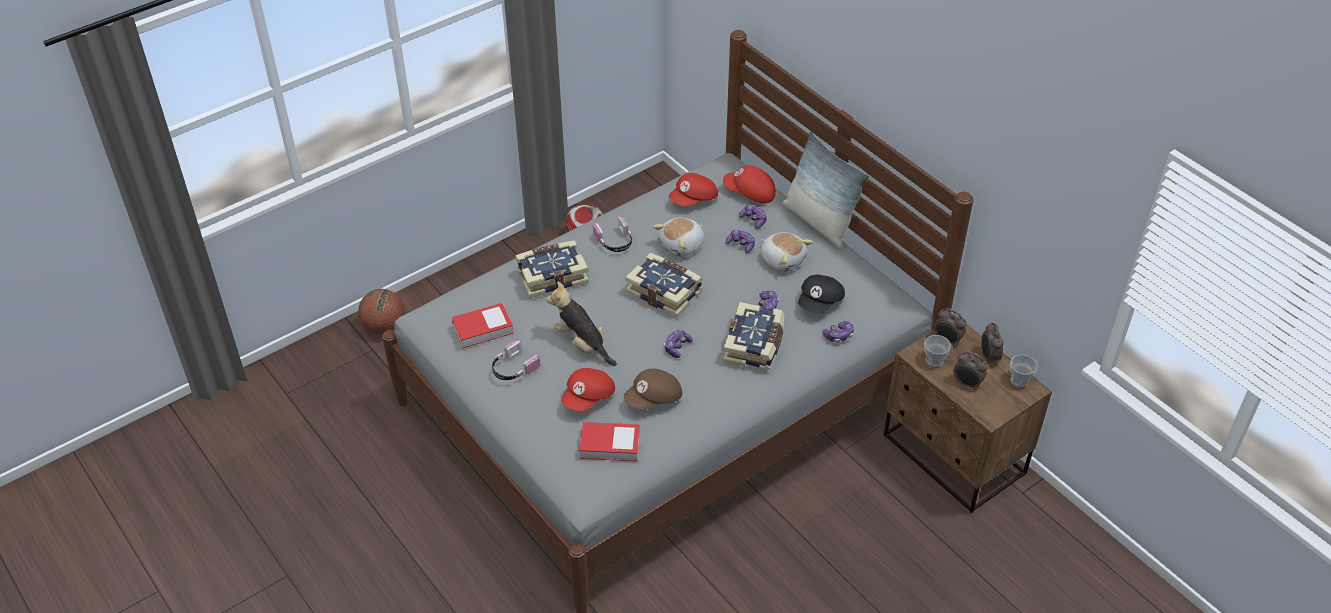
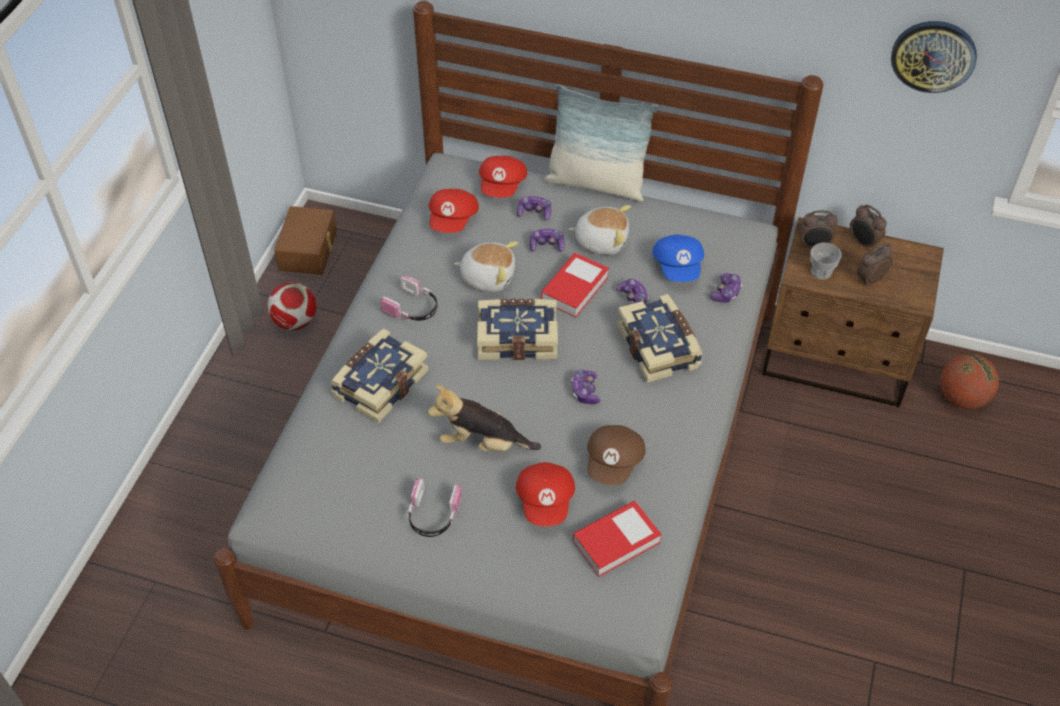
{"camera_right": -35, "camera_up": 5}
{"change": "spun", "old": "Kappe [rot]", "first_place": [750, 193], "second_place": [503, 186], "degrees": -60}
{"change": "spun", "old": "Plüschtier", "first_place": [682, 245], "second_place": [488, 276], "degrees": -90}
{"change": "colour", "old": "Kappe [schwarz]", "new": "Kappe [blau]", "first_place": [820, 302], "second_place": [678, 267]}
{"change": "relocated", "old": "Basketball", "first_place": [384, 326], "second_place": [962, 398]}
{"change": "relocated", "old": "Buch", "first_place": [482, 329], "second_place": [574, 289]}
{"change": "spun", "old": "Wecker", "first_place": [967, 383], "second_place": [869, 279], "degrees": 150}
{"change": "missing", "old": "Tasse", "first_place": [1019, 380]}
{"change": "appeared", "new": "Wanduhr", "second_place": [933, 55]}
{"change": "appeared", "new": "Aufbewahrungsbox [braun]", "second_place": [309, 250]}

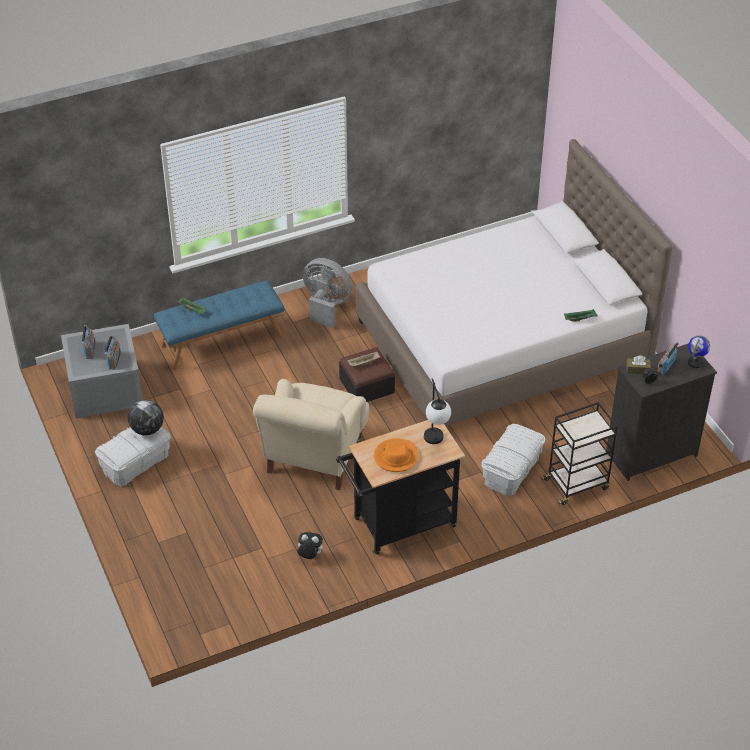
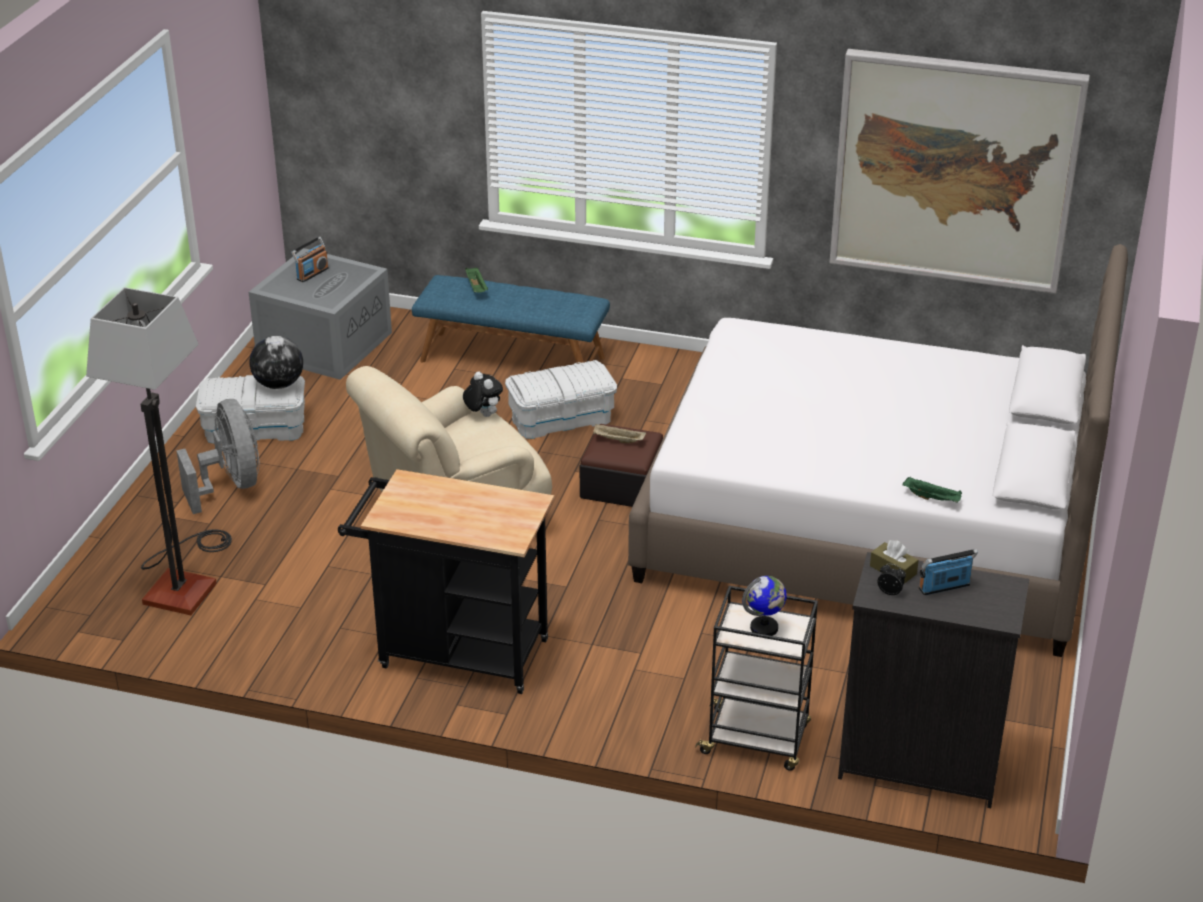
{"camera_right": 40, "camera_up": -10}
{"change": "relocated", "old": "Ventilator [grau]", "first_place": [326, 306], "second_place": [230, 485]}
{"change": "missing", "old": "Radio", "first_place": [114, 360]}
{"change": "relocated", "old": "Globus", "first_place": [695, 363], "second_place": [764, 628]}
{"change": "missing", "old": "Tischlampe", "first_place": [435, 443]}
{"change": "relocated", "old": "Aufbewahrungsbox [weiß]", "first_place": [512, 471], "second_place": [561, 419]}
{"change": "missing", "old": "Hut [orange]", "first_place": [396, 457]}
{"change": "relocated", "old": "Plüschtier", "first_place": [309, 556], "second_place": [483, 414]}
{"change": "appeared", "new": "Bild", "second_place": [954, 170]}
{"change": "appeared", "new": "Stehlampe", "second_place": [184, 581]}

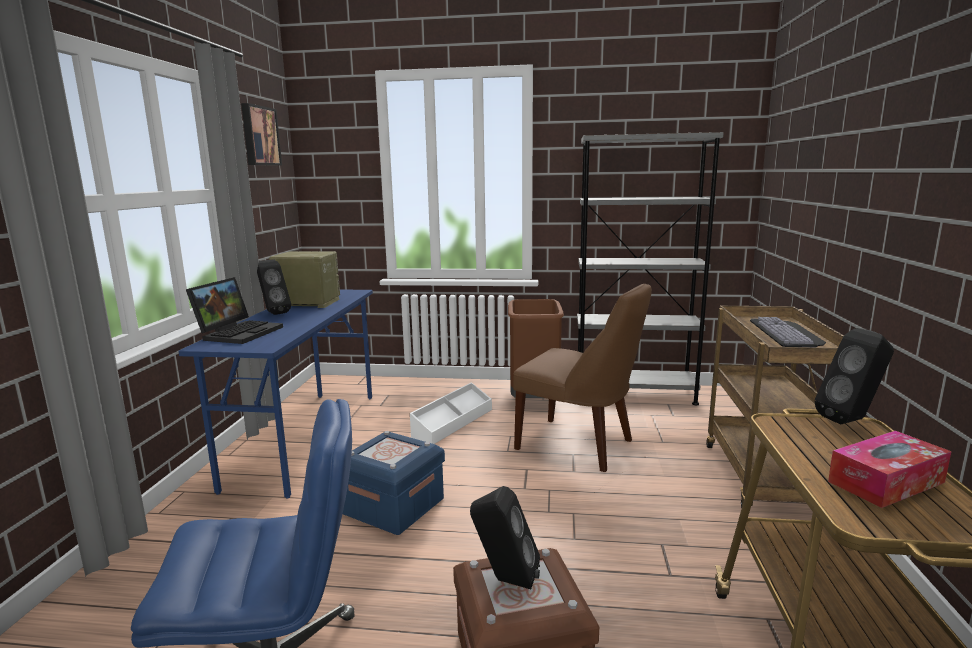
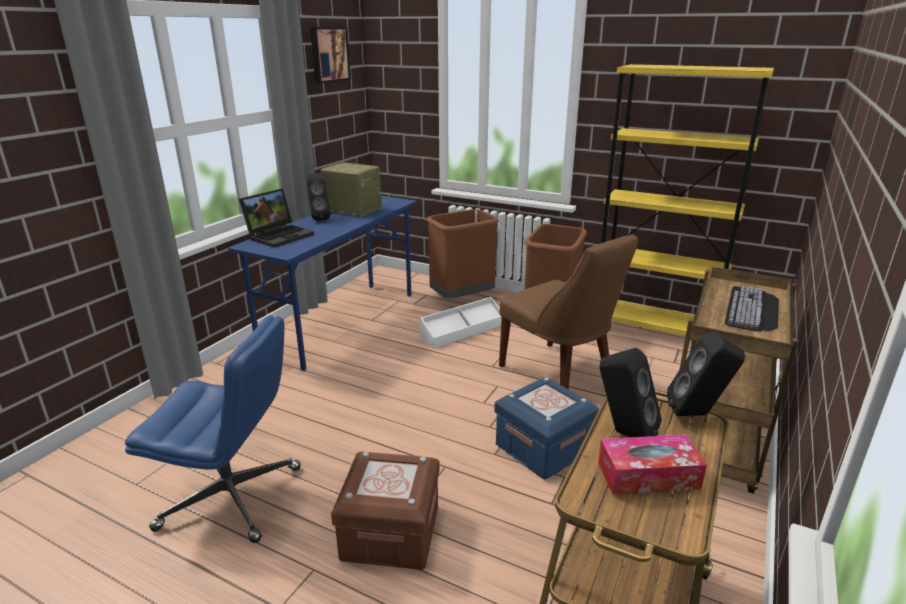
{"camera_right": 20, "camera_up": 10}
{"change": "colour", "old": "Bücherregal [grau]", "new": "Bücherregal [gelb]", "first_place": [634, 393], "second_place": [652, 332]}
{"change": "relocated", "old": "Aufbewahrungsbox [blau]", "first_place": [393, 506], "second_place": [543, 447]}
{"change": "relocated", "old": "Lautsprecher [schwarz]", "first_place": [505, 580], "second_place": [623, 433]}
{"change": "appeared", "new": "Mülleimer [braun]", "second_place": [462, 298]}

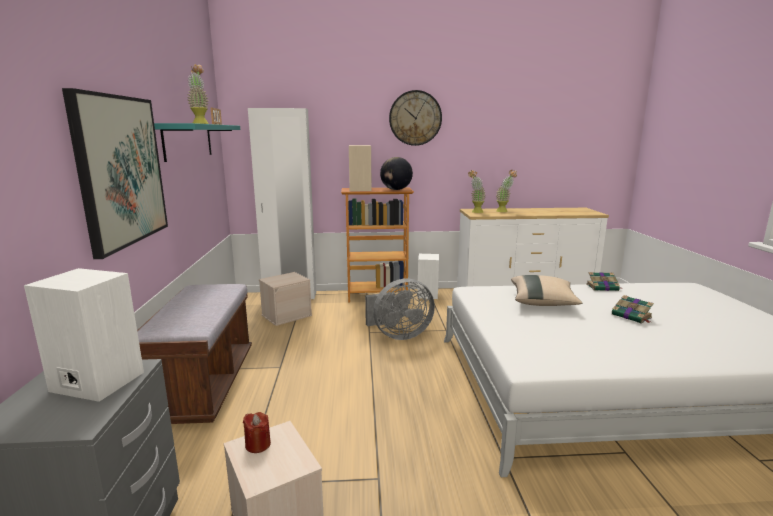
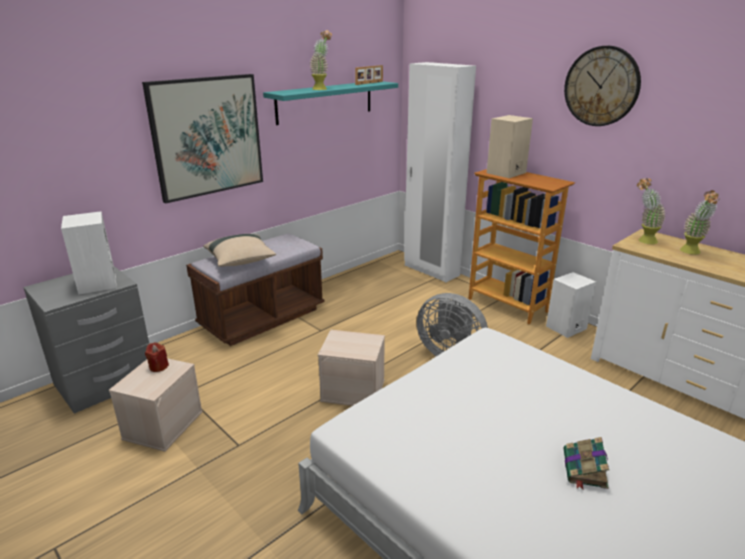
{"camera_right": 50, "camera_up": 10}
{"change": "missing", "old": "Globus", "first_place": [396, 189]}
{"change": "relocated", "old": "Aufbewahrungsbox [beige]", "first_place": [287, 315], "second_place": [354, 390]}
{"change": "missing", "old": "Buch", "first_place": [603, 287]}
{"change": "relocated", "old": "Kissen [beige]", "first_place": [542, 302], "second_place": [240, 261]}

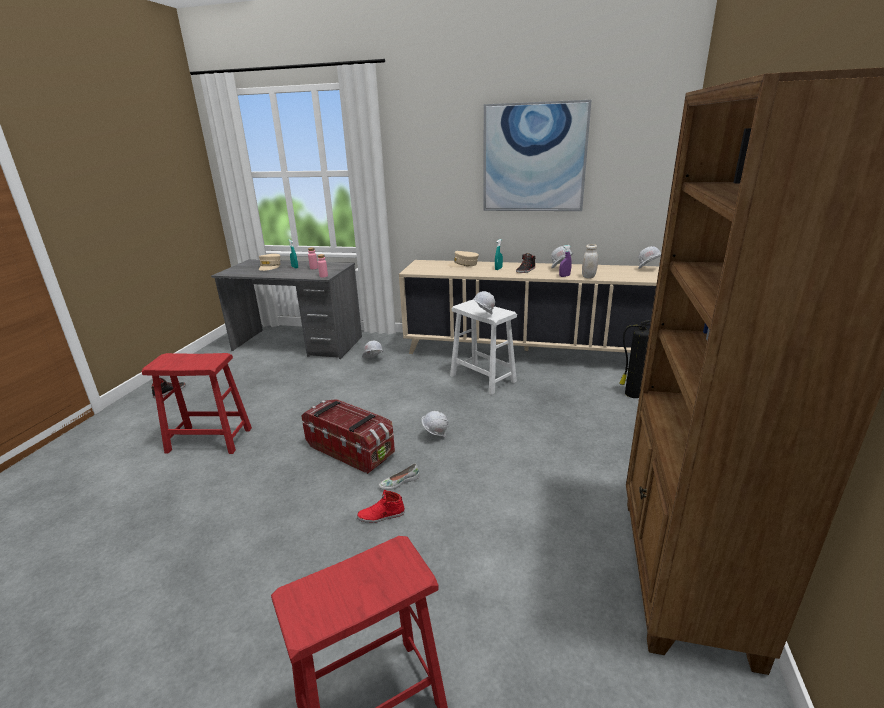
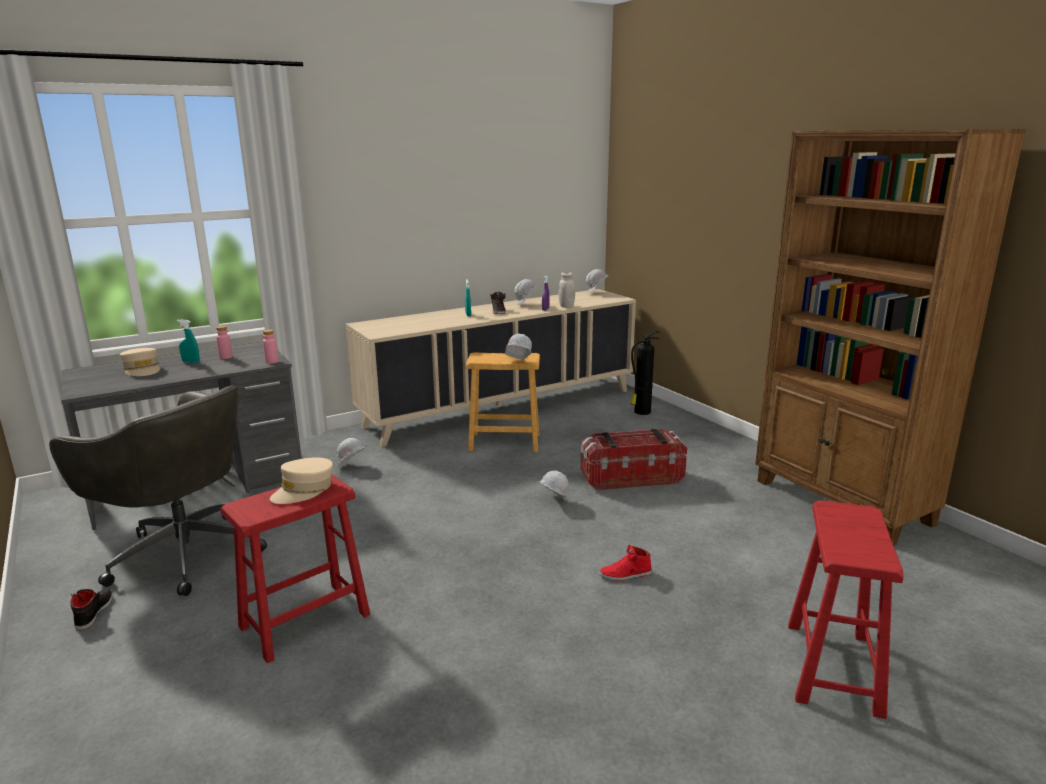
{"camera_right": -45, "camera_up": -5}
{"change": "missing", "old": "Bild", "first_place": [534, 158]}
{"change": "relocated", "old": "Kappe [beige]", "first_place": [463, 265], "second_place": [304, 490]}
{"change": "colour", "old": "Hocker [weiß]", "new": "Hocker [braun]", "first_place": [482, 378], "second_place": [504, 442]}
{"change": "relocated", "old": "Aufbewahrungsbox", "first_place": [351, 450], "second_place": [630, 477]}
{"change": "missing", "old": "Schuh [weiß]", "first_place": [399, 482]}
{"change": "spun", "old": "Schuh [rot]", "first_place": [381, 515], "second_place": [625, 574], "degrees": 45}
{"change": "appeared", "new": "Bürostuhl [grau]", "second_place": [183, 553]}

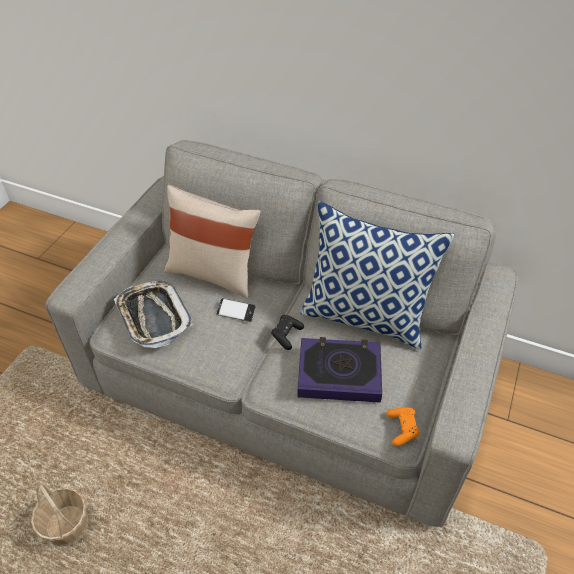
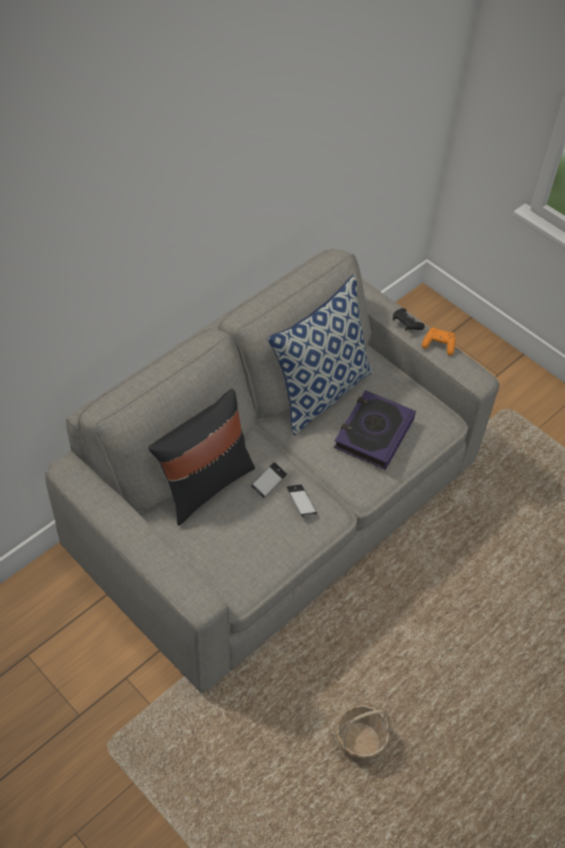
{"camera_right": -70, "camera_up": 5}
{"change": "colour", "old": "Kissen [beige]", "new": "Kissen [schwarz]", "first_place": [213, 273], "second_place": [205, 484]}
{"change": "missing", "old": "Tablett", "first_place": [153, 317]}
{"change": "relocated", "old": "Gamepad [schwarz]", "first_place": [286, 335], "second_place": [406, 324]}
{"change": "relocated", "old": "Gamepad [orange]", "first_place": [402, 429], "second_place": [438, 345]}
{"change": "appeared", "new": "Handy", "second_place": [301, 502]}

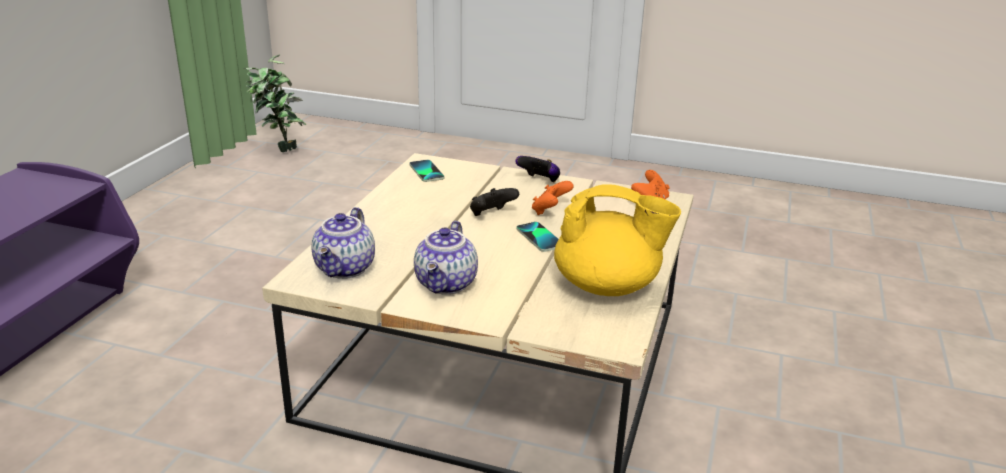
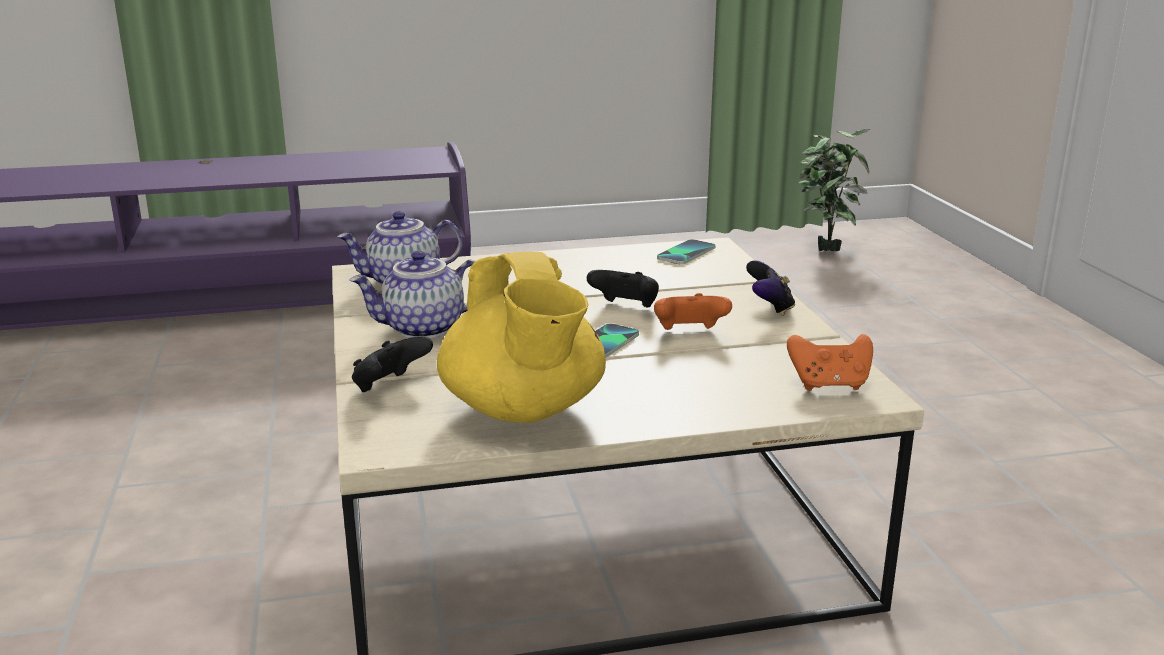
{"camera_right": 60, "camera_up": -5}
{"change": "appeared", "new": "Gamepad [schwarz]", "second_place": [390, 387]}

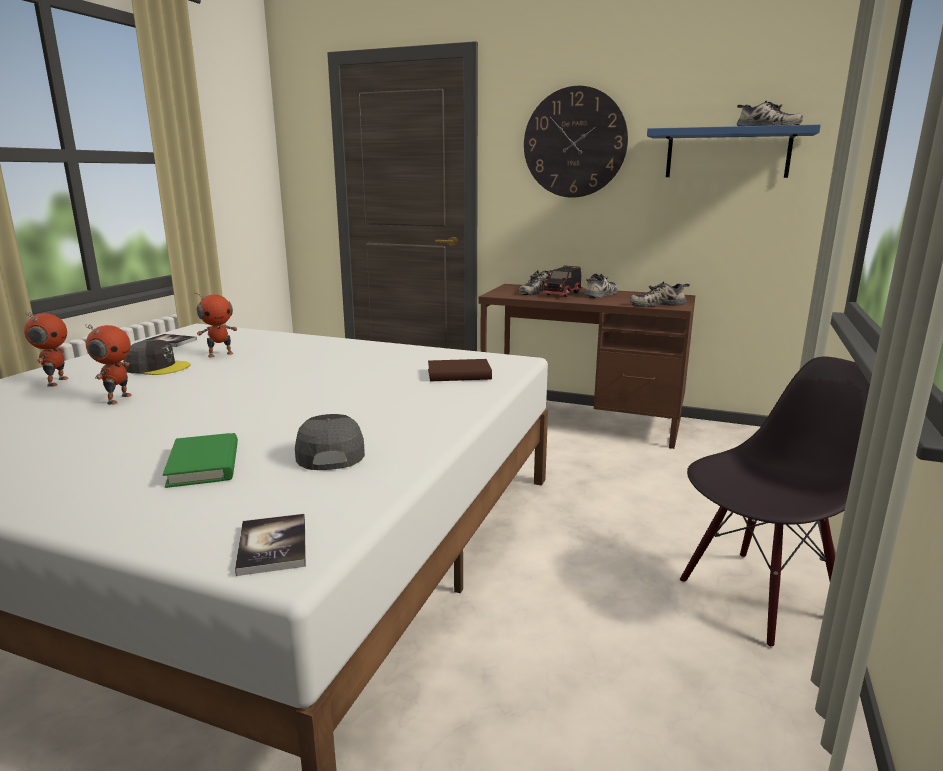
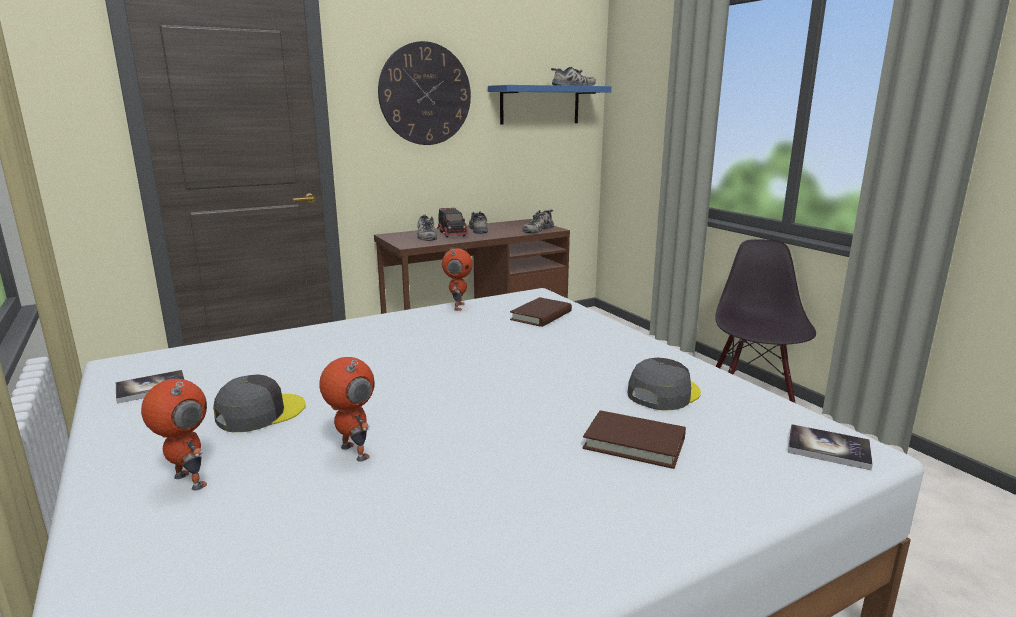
{"camera_right": -50, "camera_up": 0}
{"change": "relocated", "old": "Spielzeugroboter", "first_place": [220, 354], "second_place": [458, 307]}
{"change": "spun", "old": "Kappe [grau]", "first_place": [330, 452], "second_place": [663, 393], "degrees": 105}
{"change": "colour", "old": "Buch [grün]", "new": "Buch [braun]", "first_place": [204, 464], "second_place": [634, 443]}

